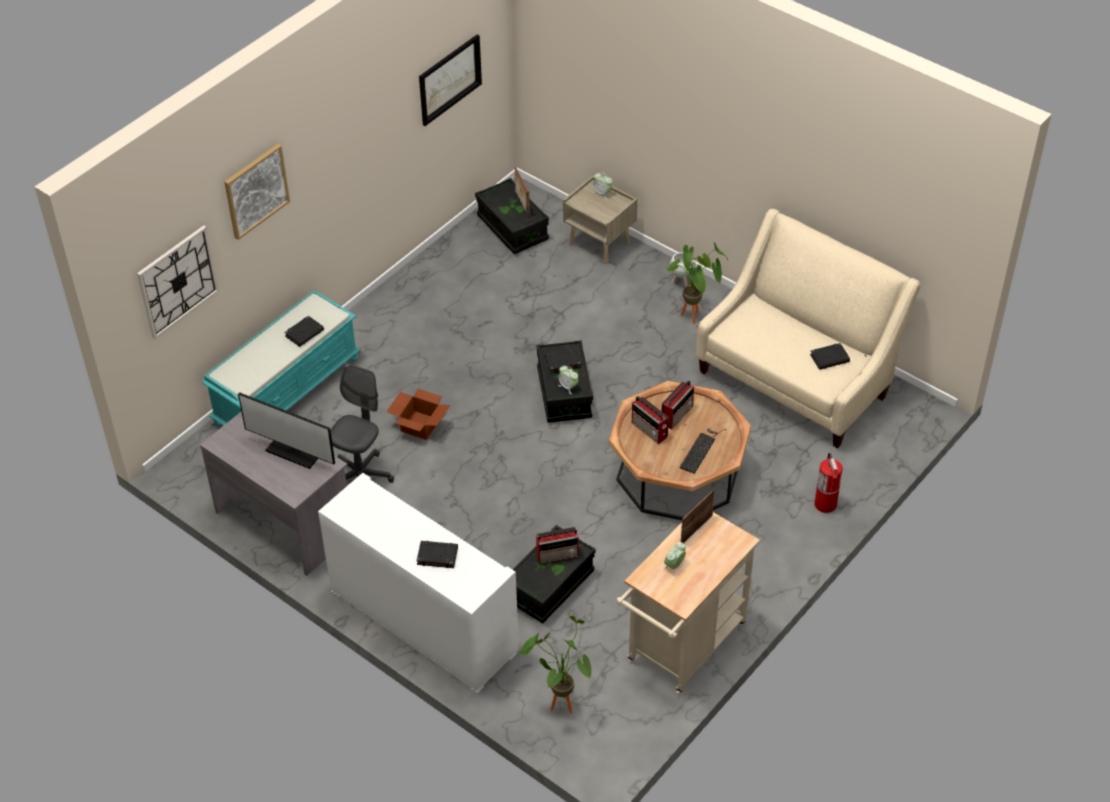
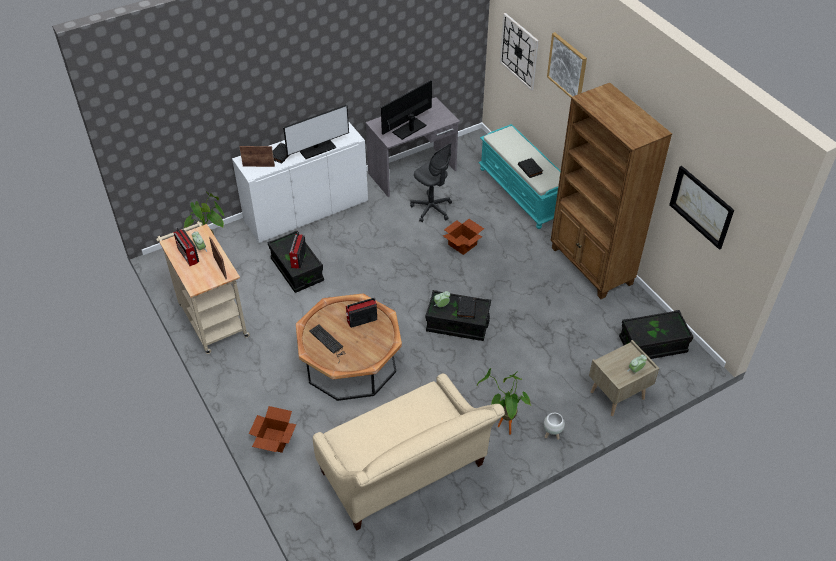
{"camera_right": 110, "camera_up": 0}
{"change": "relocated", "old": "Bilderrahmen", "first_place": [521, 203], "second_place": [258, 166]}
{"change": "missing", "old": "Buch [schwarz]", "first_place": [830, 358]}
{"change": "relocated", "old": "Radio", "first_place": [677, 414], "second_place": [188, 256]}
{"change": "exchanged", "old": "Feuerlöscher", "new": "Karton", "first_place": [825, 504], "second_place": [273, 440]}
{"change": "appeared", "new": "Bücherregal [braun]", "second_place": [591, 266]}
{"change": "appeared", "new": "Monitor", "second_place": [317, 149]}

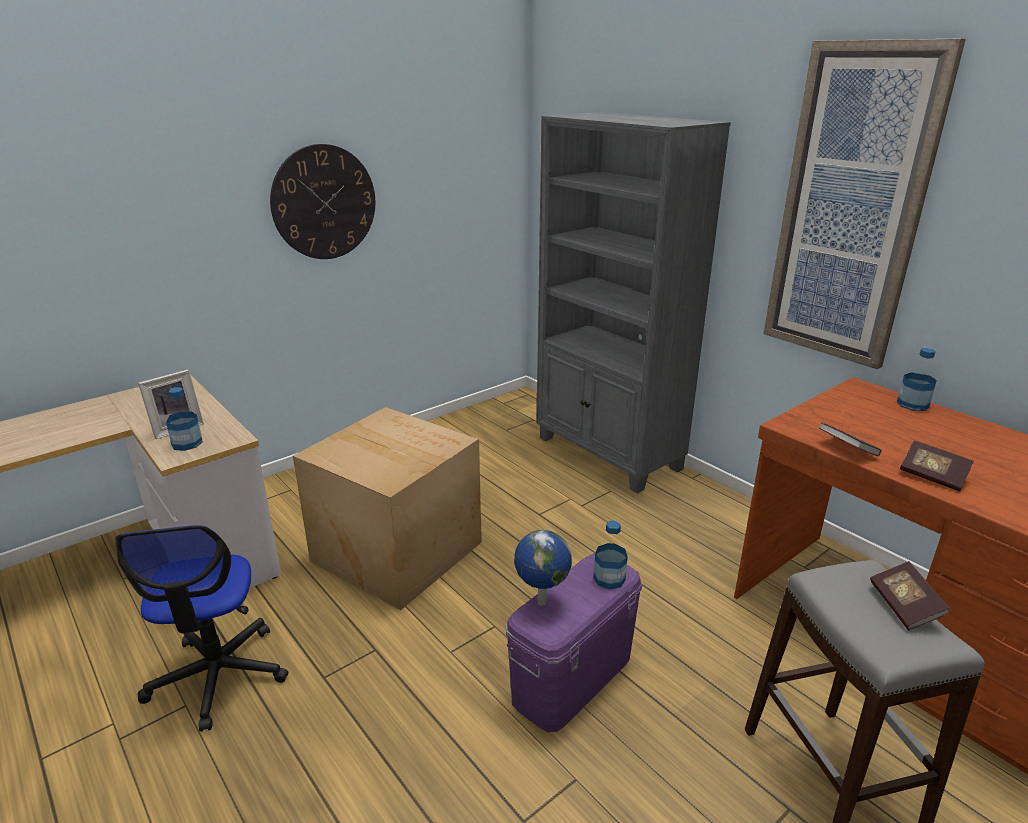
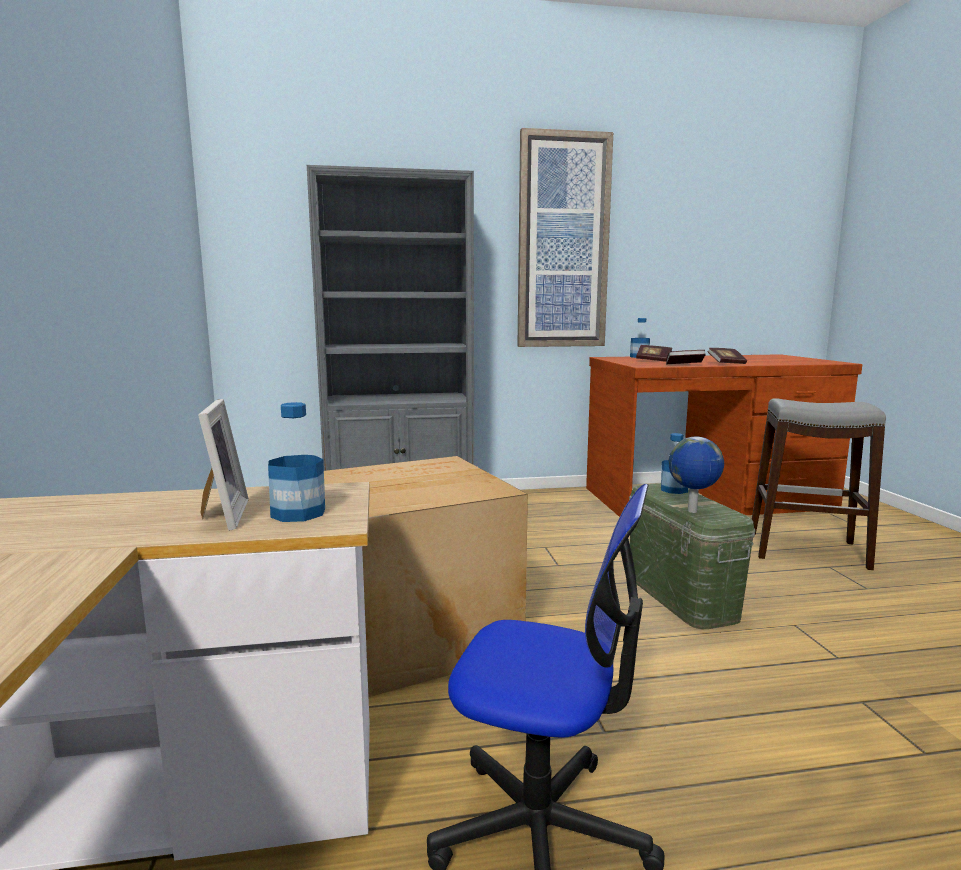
{"camera_right": -60, "camera_up": -15}
{"change": "missing", "old": "Wanduhr", "first_place": [324, 202]}
{"change": "colour", "old": "Aufbewahrungsbox [lila]", "new": "Aufbewahrungsbox [grün]", "first_place": [572, 678], "second_place": [681, 596]}
{"change": "relocated", "old": "Buch", "first_place": [904, 606], "second_place": [653, 360]}

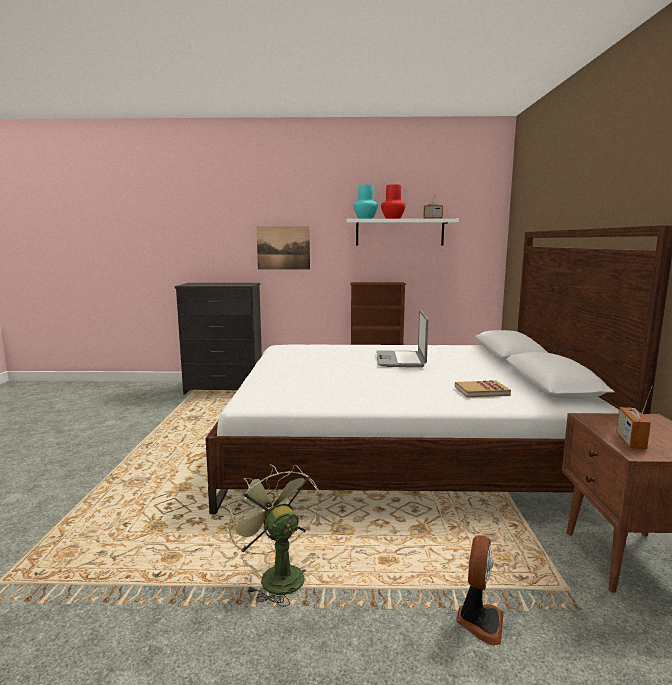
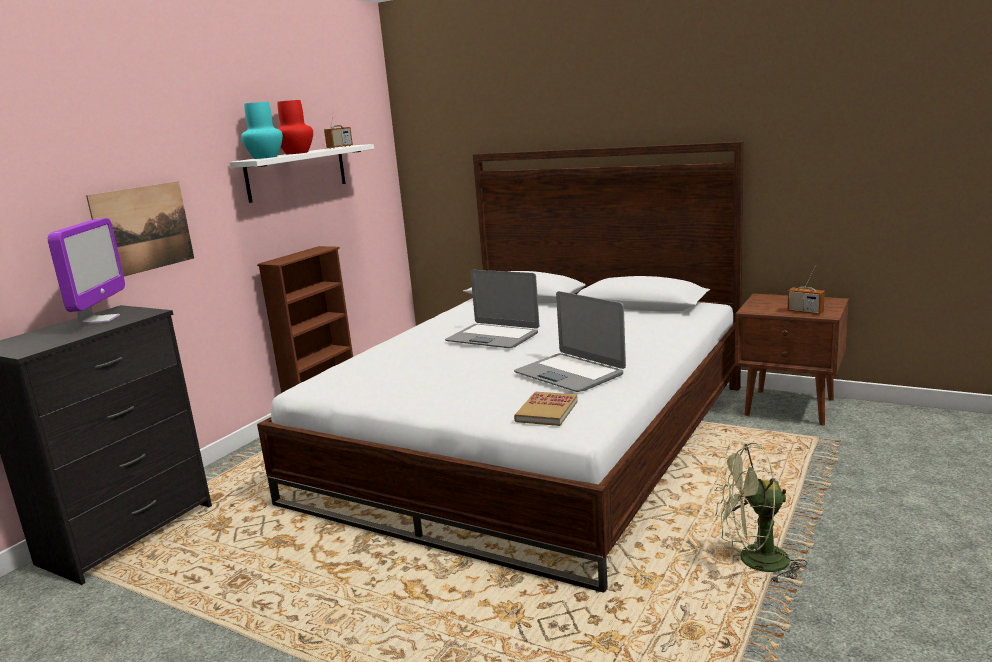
{"camera_right": -60, "camera_up": 5}
{"change": "relocated", "old": "Buch", "first_place": [481, 391], "second_place": [546, 411]}
{"change": "missing", "old": "Ventilator", "first_place": [479, 621]}
{"change": "appeared", "new": "Monitor", "second_place": [100, 320]}
{"change": "appeared", "new": "Laptop", "second_place": [570, 373]}

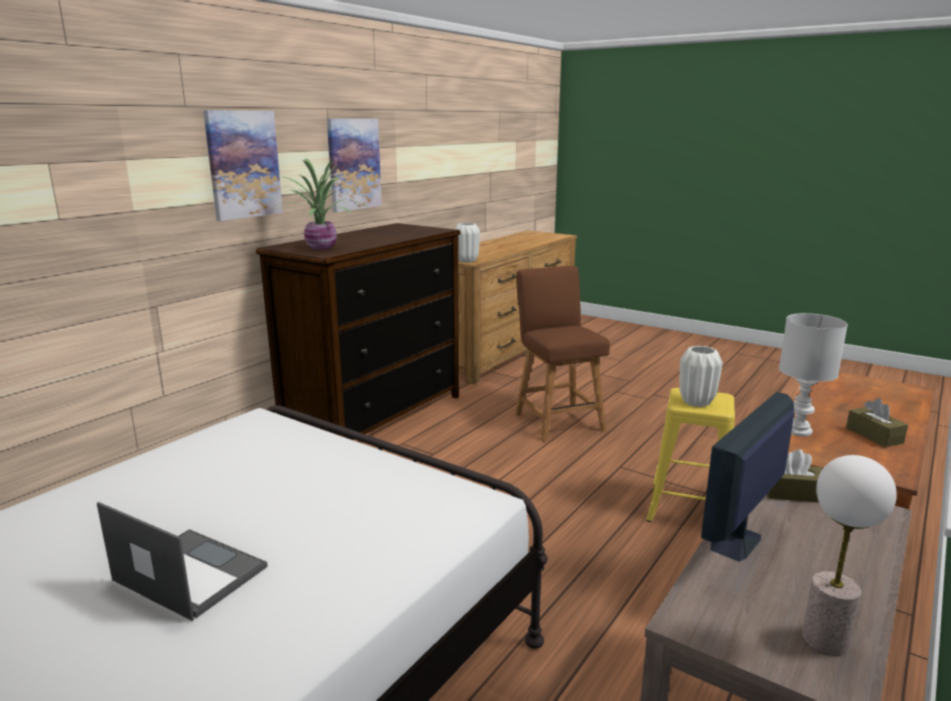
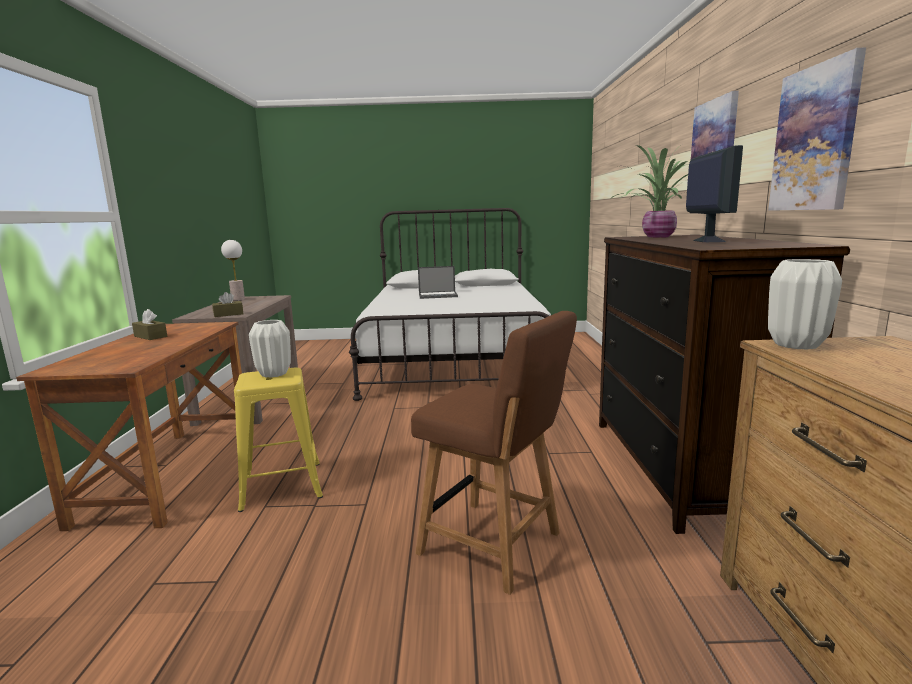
{"camera_right": 145, "camera_up": -5}
{"change": "missing", "old": "Tischlampe [weiß]", "first_place": [799, 430]}
{"change": "relocated", "old": "Monitor", "first_place": [735, 543], "second_place": [708, 241]}

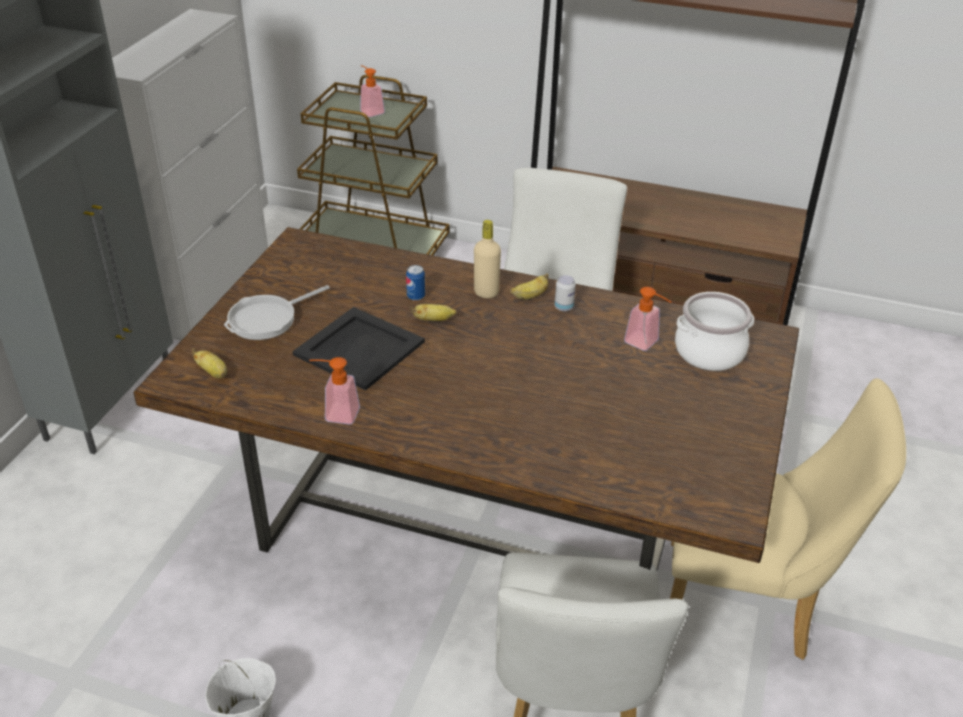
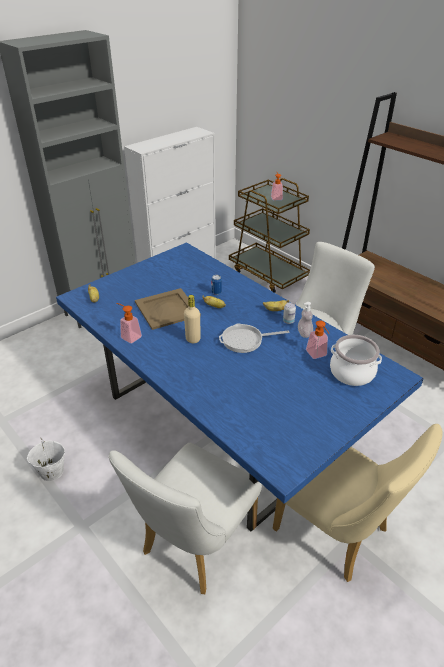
{"camera_right": 30, "camera_up": 0}
{"change": "relocated", "old": "Flasche [beige]", "first_place": [486, 292], "second_place": [193, 339]}
{"change": "colour", "old": "Esstisch [braun]", "new": "Esstisch [blau]", "first_place": [480, 521], "second_place": [222, 425]}
{"change": "relocated", "old": "Pfanne", "first_place": [267, 319], "second_place": [245, 340]}
{"change": "colour", "old": "Tablett [schwarz]", "new": "Tablett [beige]", "first_place": [359, 347], "second_place": [167, 308]}
{"change": "appeared", "new": "Seifenspender", "second_place": [304, 333]}

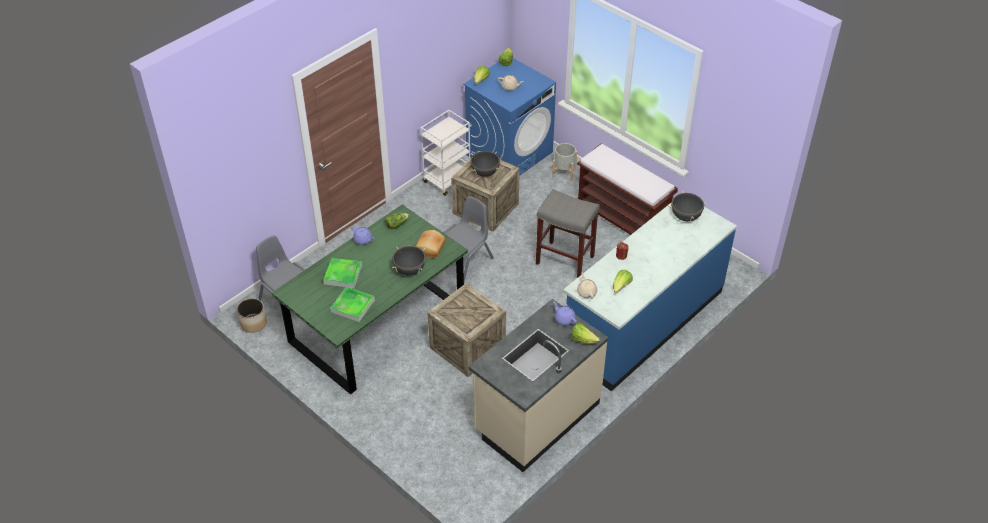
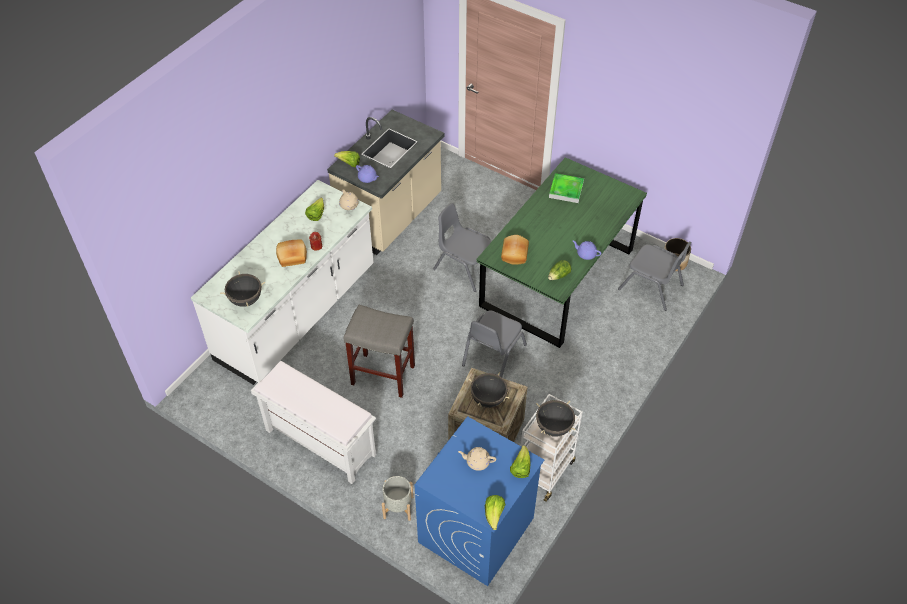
{"camera_right": 170, "camera_up": 5}
{"change": "colour", "old": "Bank [braun]", "new": "Bank [weiß]", "first_place": [622, 218], "second_place": [319, 442]}
{"change": "colour", "old": "Küchenzeile [blau]", "new": "Küchenzeile [weiß]", "first_place": [643, 322], "second_place": [297, 314]}
{"change": "relocated", "old": "Kochtopf [schwarz]", "first_place": [409, 270], "second_place": [553, 427]}
{"change": "missing", "old": "Tablett", "first_place": [343, 275]}
{"change": "exchanged", "old": "Kiste", "new": "Stuhl [grau]", "first_place": [467, 347], "second_place": [465, 267]}
{"change": "appeared", "new": "Brot", "second_place": [292, 257]}

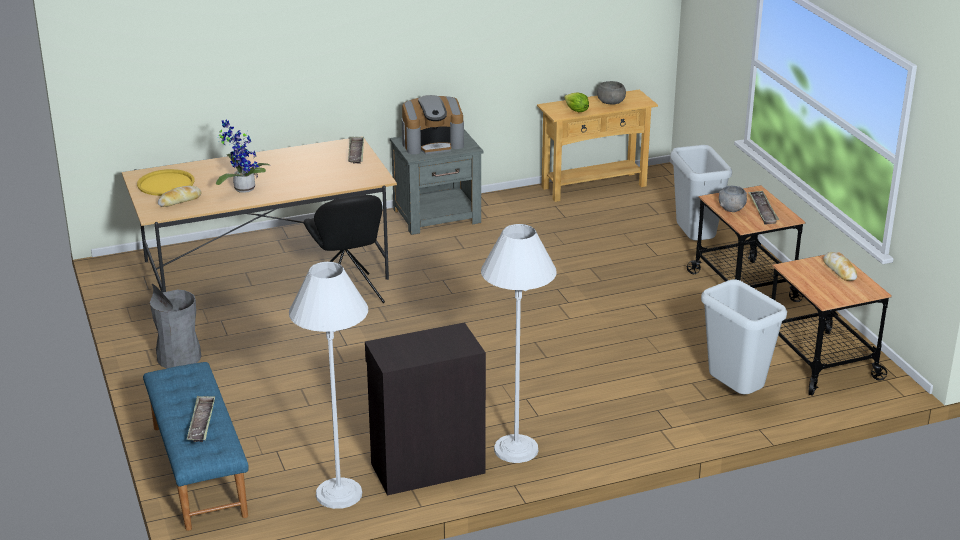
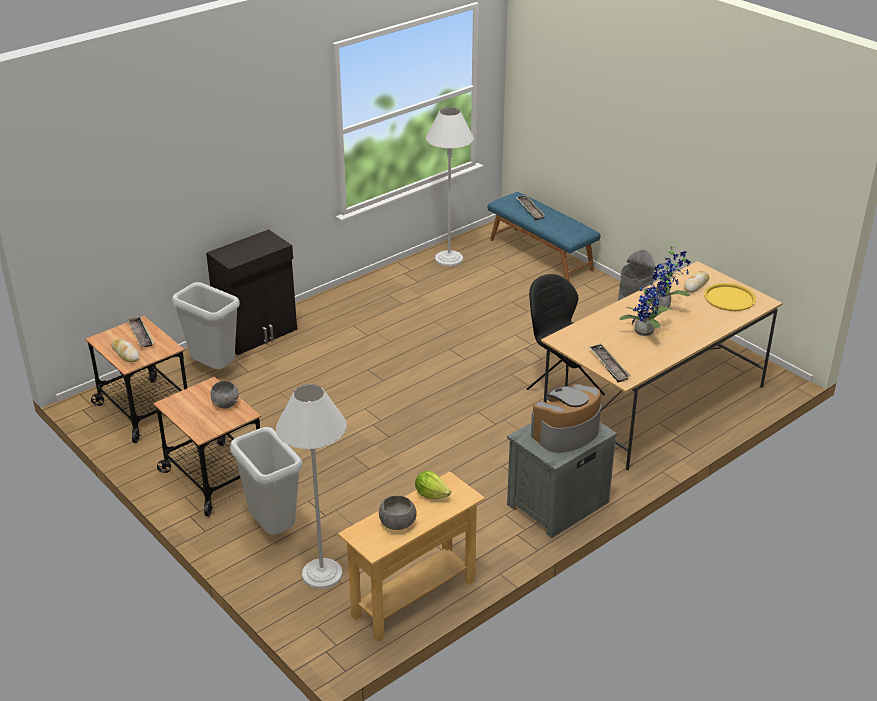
{"camera_right": 160, "camera_up": 5}
{"change": "relocated", "old": "Tablett", "first_place": [762, 210], "second_place": [140, 335]}
{"change": "relocated", "old": "Stehlampe [weiß]", "first_place": [516, 449], "second_place": [322, 574]}
{"change": "relocated", "old": "Schrank [schwarz]", "first_place": [426, 467], "second_place": [258, 334]}
{"change": "appeared", "new": "Topfpflanze", "second_place": [646, 333]}

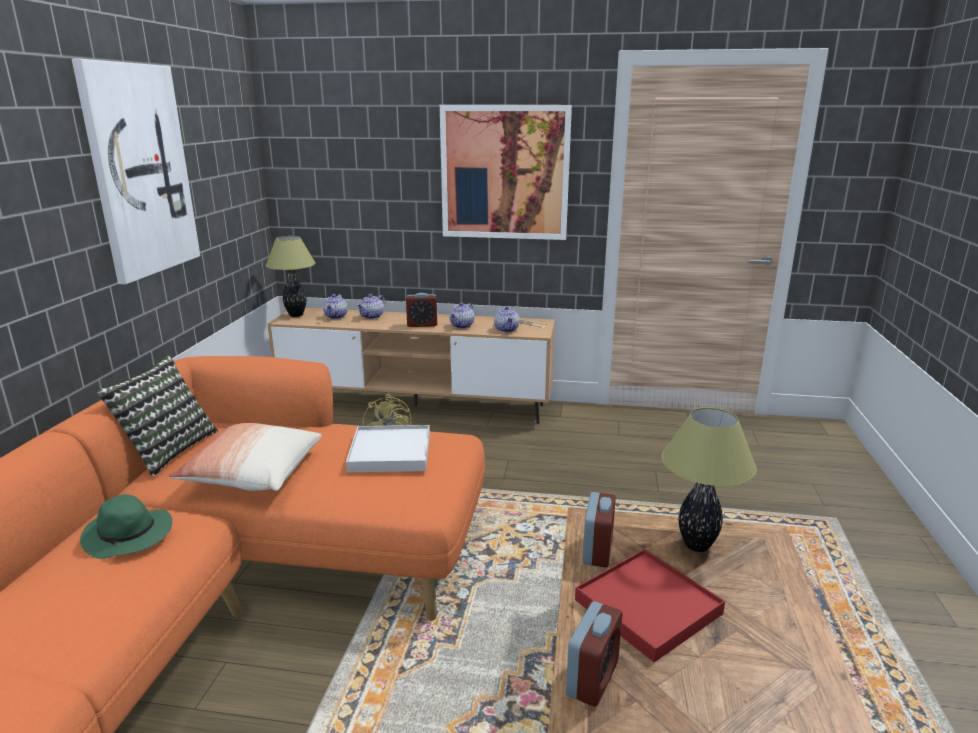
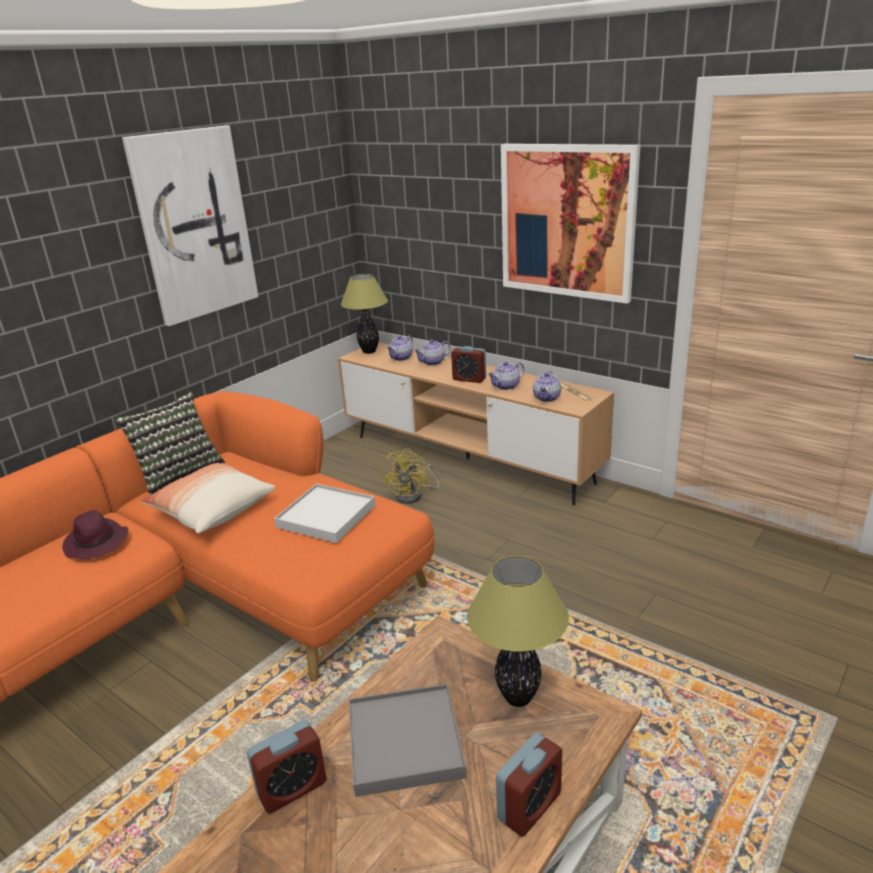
{"camera_right": 30, "camera_up": 5}
{"change": "relocated", "old": "Wecker", "first_place": [597, 551], "second_place": [529, 806]}
{"change": "colour", "old": "Hut [grün]", "new": "Hut [lila]", "first_place": [129, 536], "second_place": [97, 543]}
{"change": "colour", "old": "Tablett [rot]", "new": "Tablett [grau]", "first_place": [647, 606], "second_place": [405, 742]}

